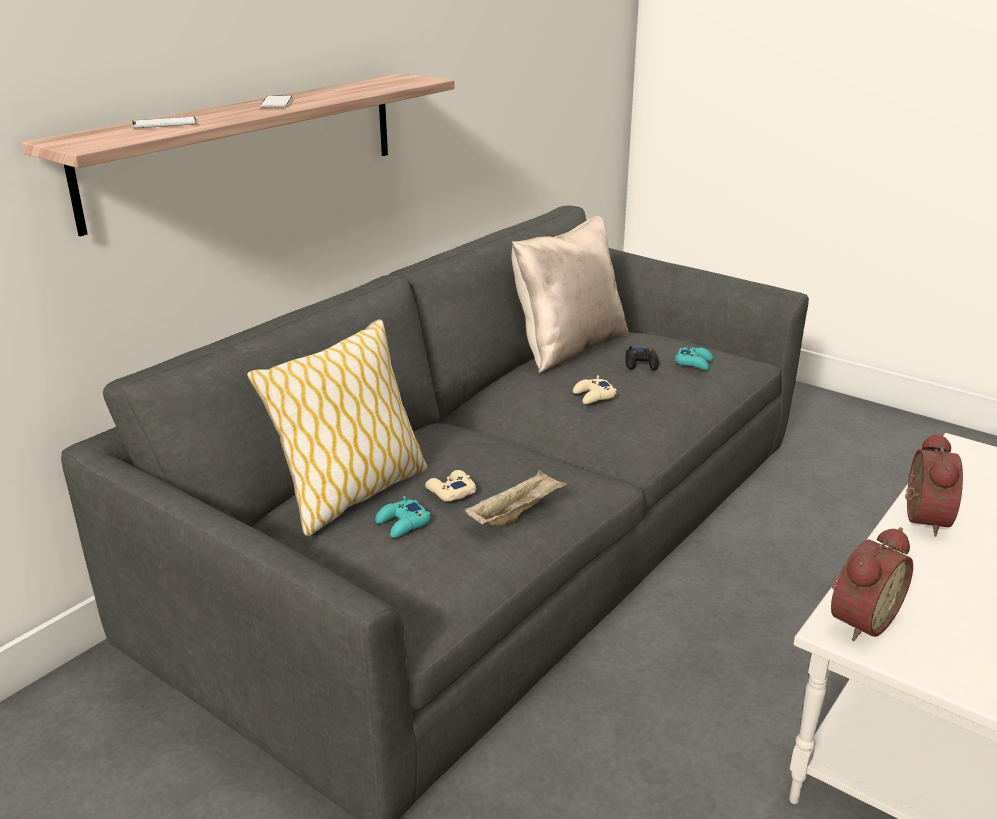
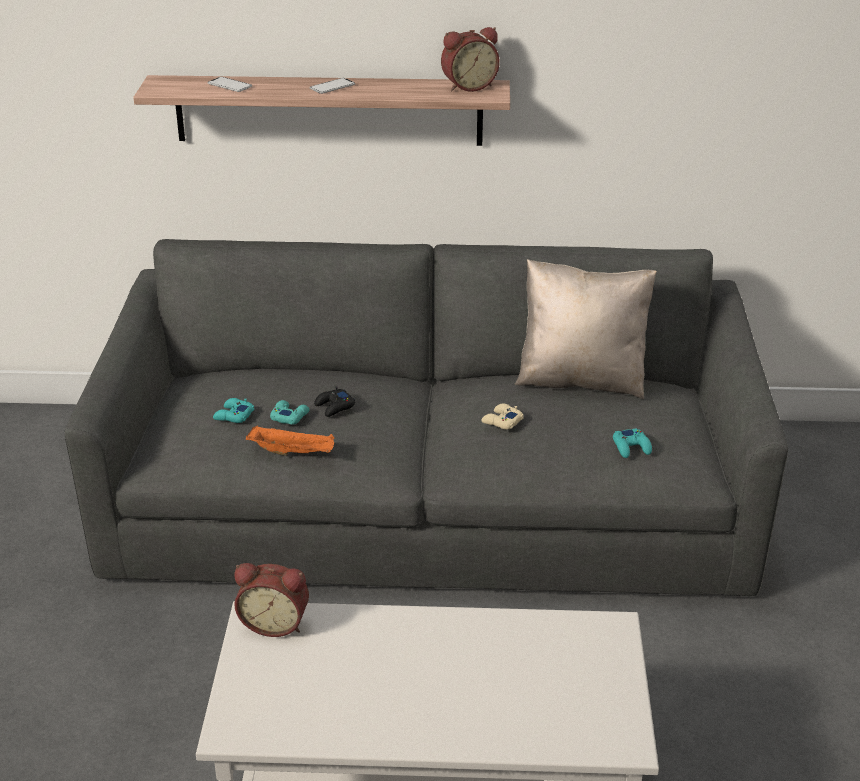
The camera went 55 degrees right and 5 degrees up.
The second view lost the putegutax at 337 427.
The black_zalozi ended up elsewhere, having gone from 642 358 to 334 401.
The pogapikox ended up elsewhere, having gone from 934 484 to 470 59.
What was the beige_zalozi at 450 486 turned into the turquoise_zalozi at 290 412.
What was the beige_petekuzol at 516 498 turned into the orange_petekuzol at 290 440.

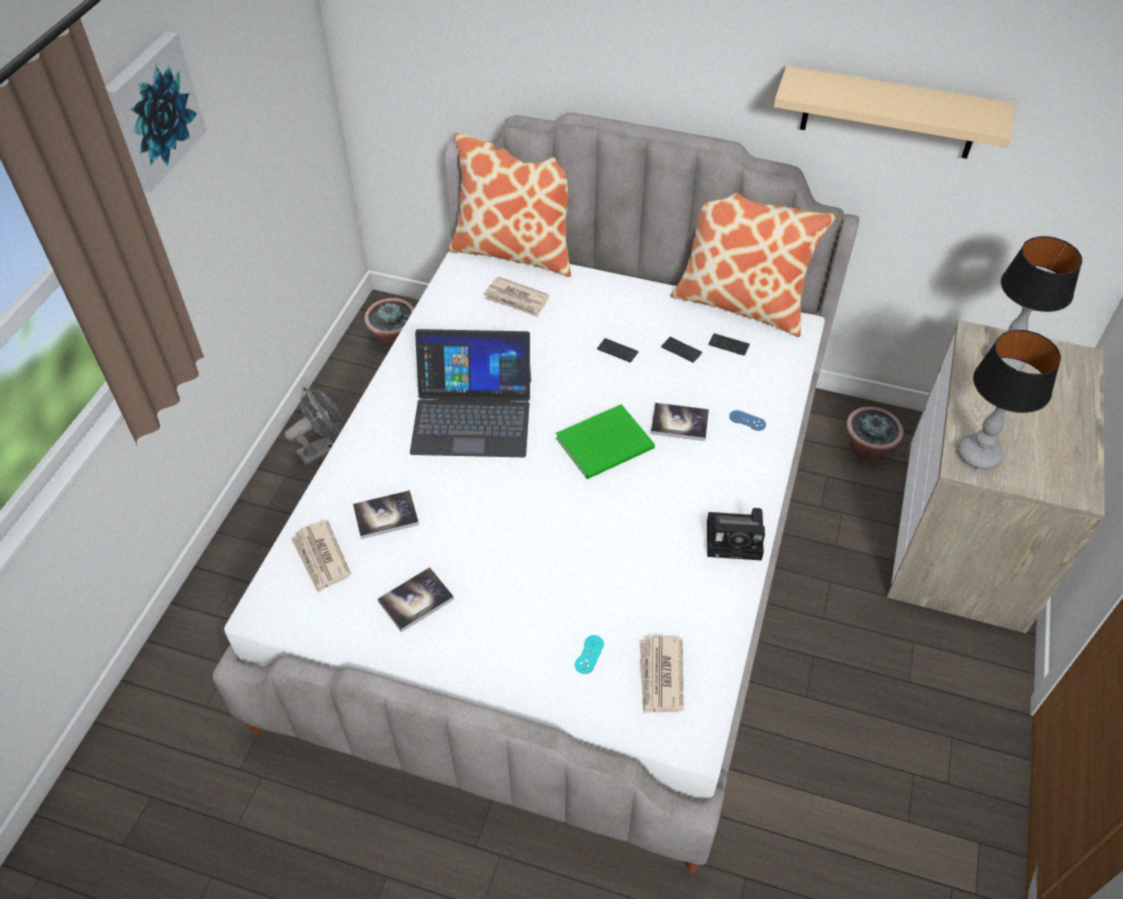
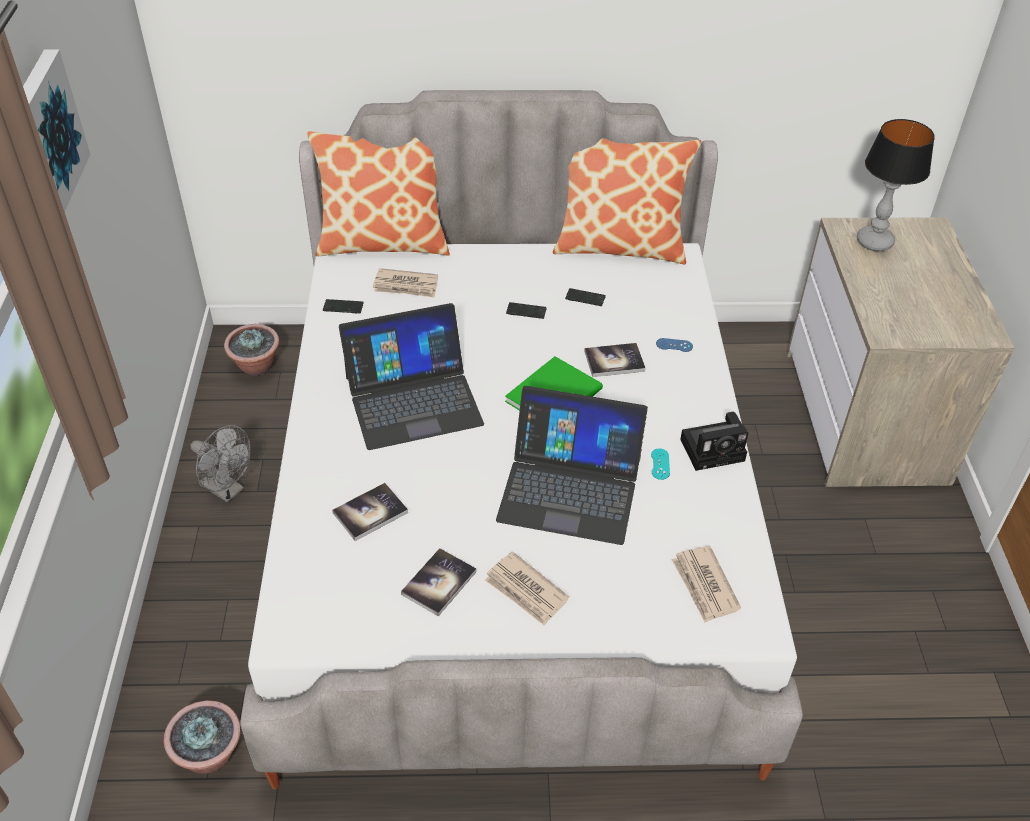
The camera went 20 degrees left and 5 degrees down.
The second view lost the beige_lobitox at 894 112.
The second view lost the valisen at 1009 400.
The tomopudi ended up elsewhere, having gone from 729 344 to 343 306.
The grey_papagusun at 314 427 ended up facing another way, 90 degrees clockwise from before.
The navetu ended up elsewhere, having gone from 875 433 to 202 737.
The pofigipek ended up elsewhere, having gone from 321 556 to 527 588.
The turquoise_zalozi ended up elsewhere, having gone from 589 654 to 660 464.
The second view gained the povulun at 572 465.

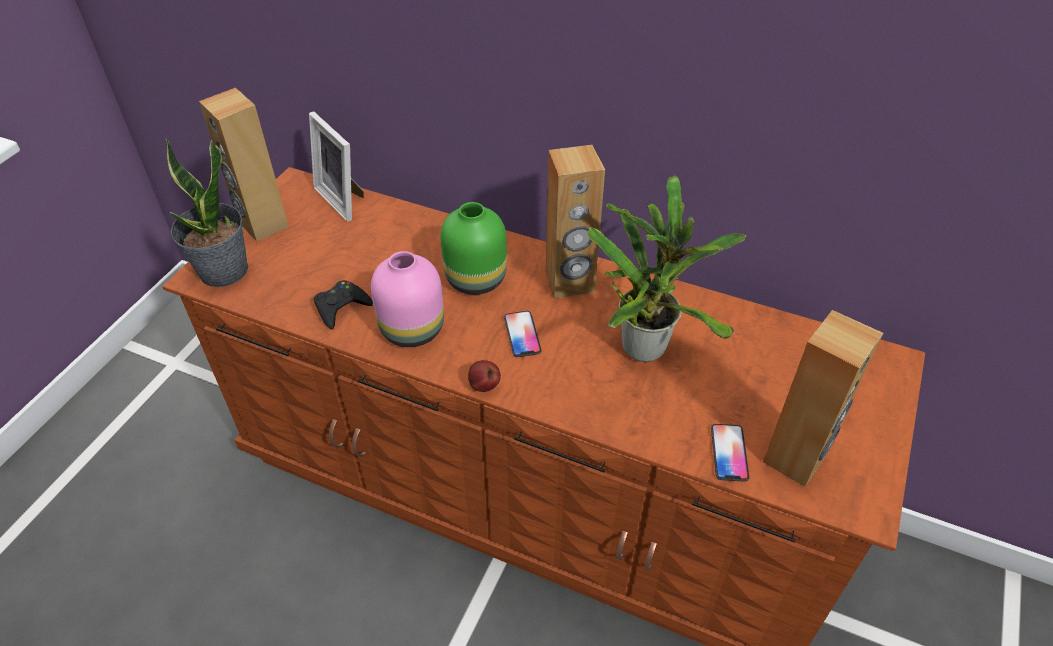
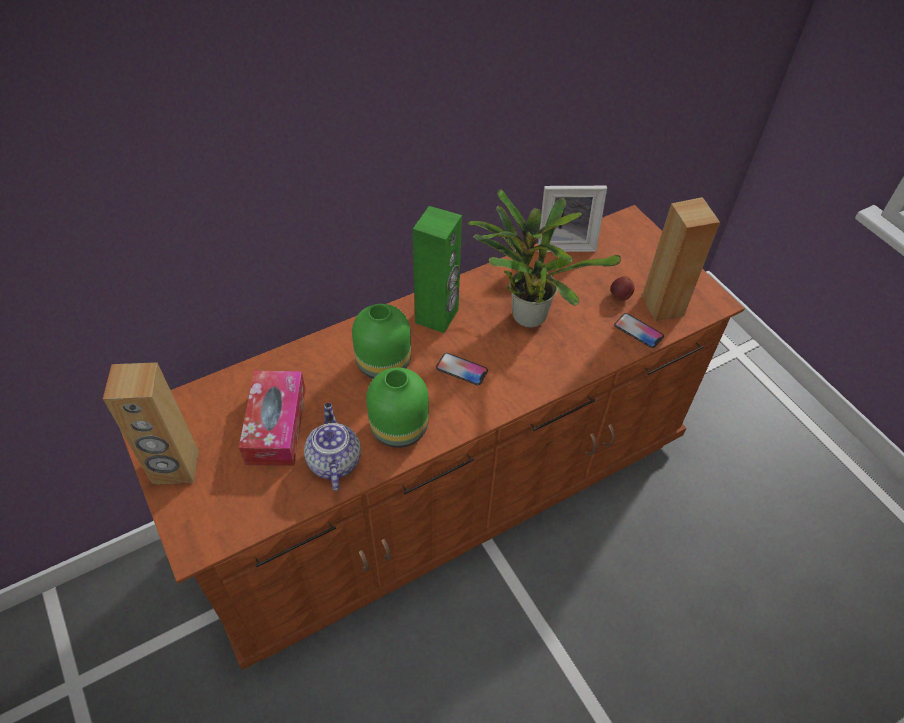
The camera went 55 degrees left and 5 degrees up.
The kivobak ended up elsewhere, having gone from 336 167 to 572 219.
The second view lost the navetu at 206 212.
What was the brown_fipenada at 575 222 turned into the green_fipenada at 437 269.
What was the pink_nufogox at 407 299 turned into the green_nufogox at 397 407.
Where the black_zalozi stood at 343 304, the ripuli came to stand at 332 447.
The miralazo ended up elsewhere, having gone from 484 376 to 622 288.
The second view gained the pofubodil at 272 418.

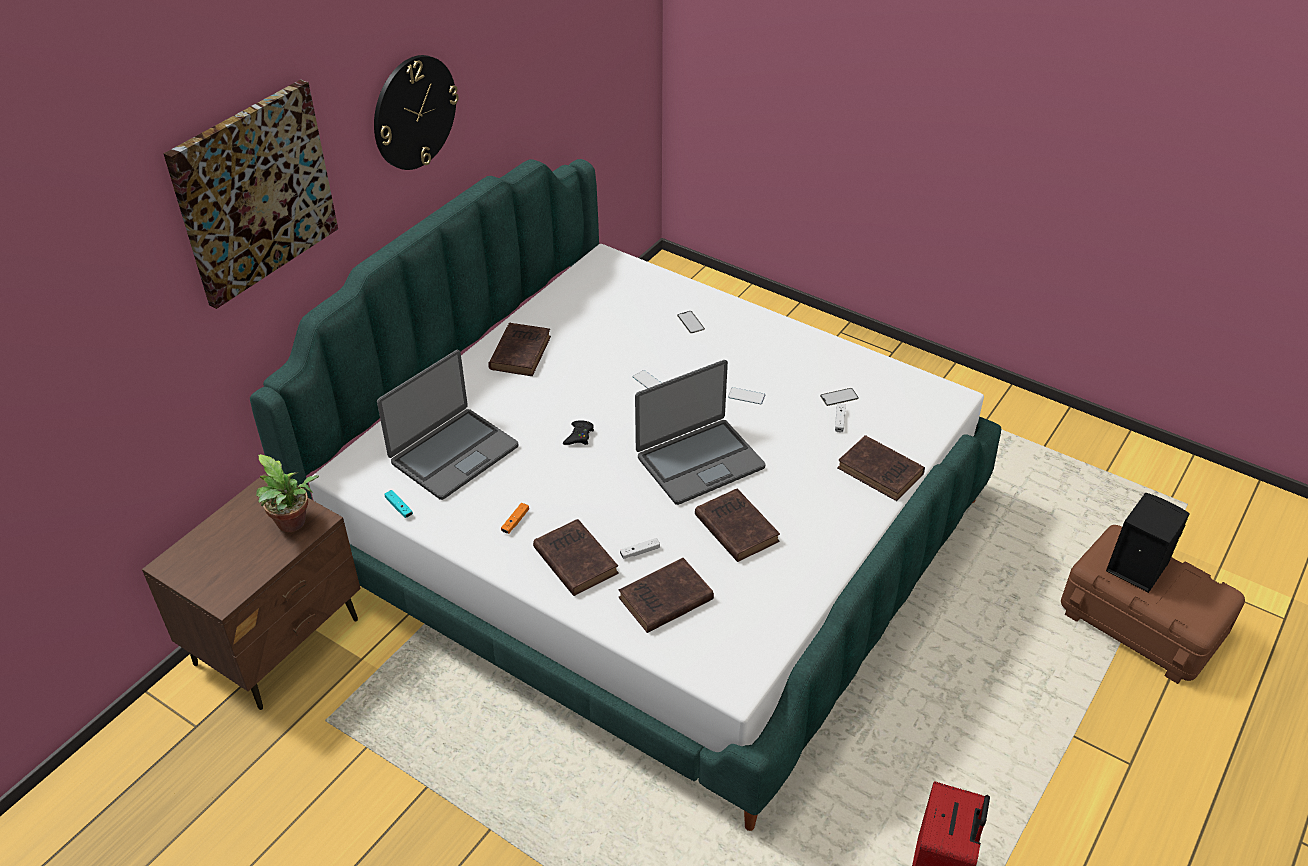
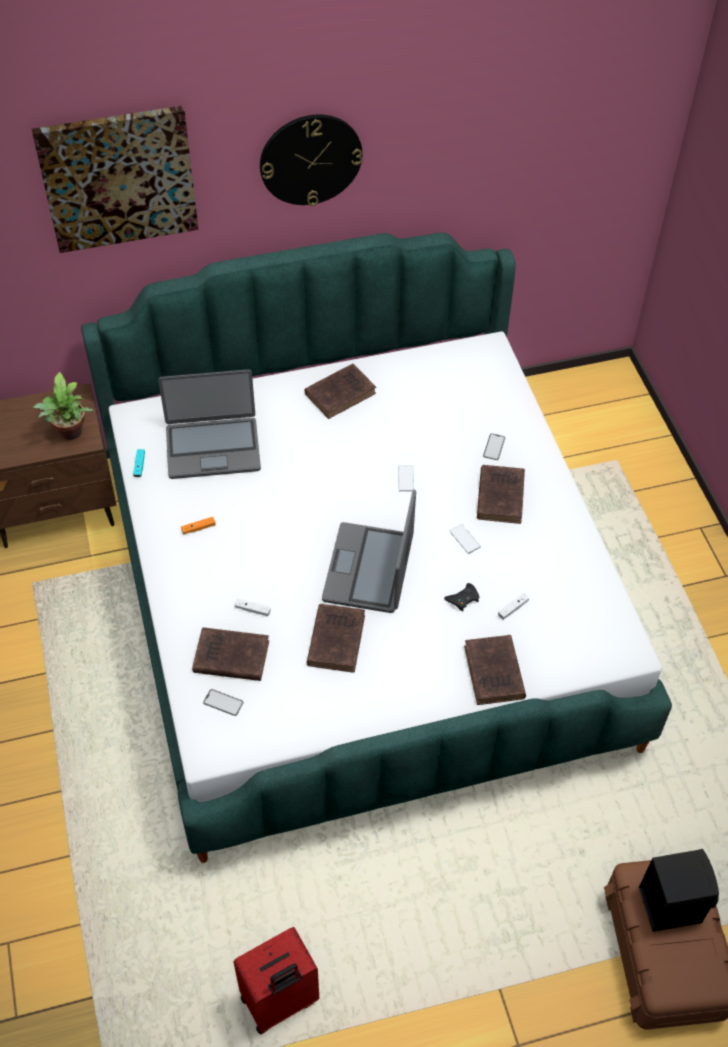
The camera went 40 degrees right and 10 degrees up.
The povulun at 700 432 ended up facing another way, 90 degrees clockwise from before.
The tomopudi ended up elsewhere, having gone from 839 397 to 223 702.
The black_zalozi ended up elsewhere, having gone from 578 432 to 462 597.
The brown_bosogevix ended up elsewhere, having gone from 576 557 to 501 494.

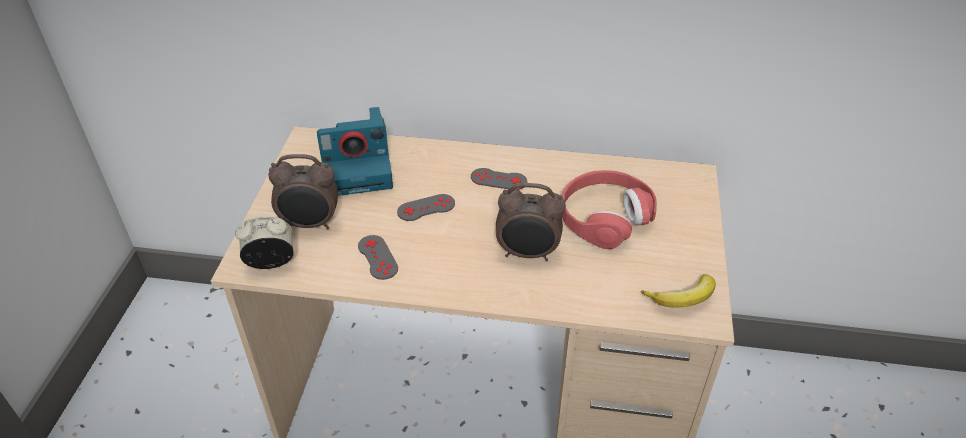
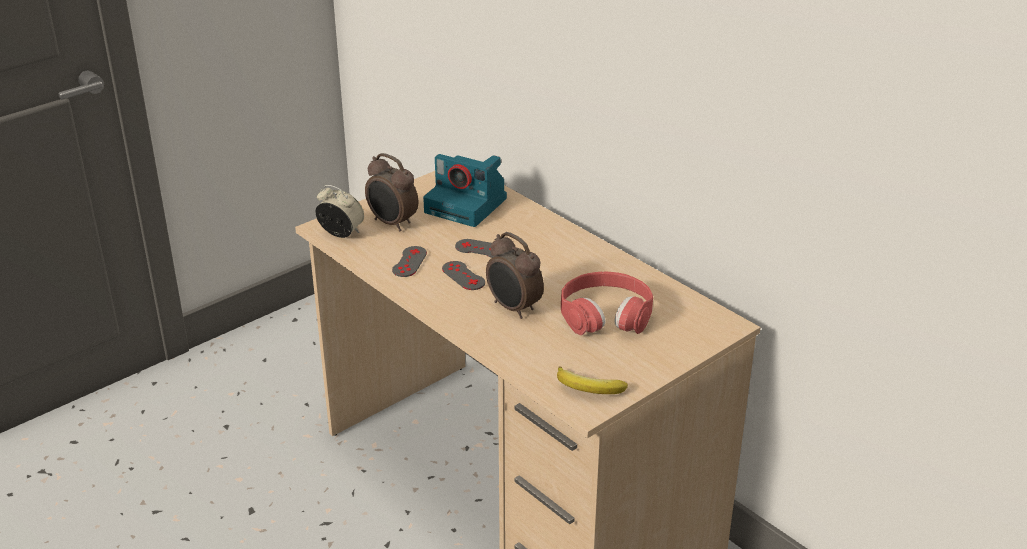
The camera went 40 degrees right and 10 degrees down.
The grey_zalozi ended up elsewhere, having gone from 499 179 to 463 275.

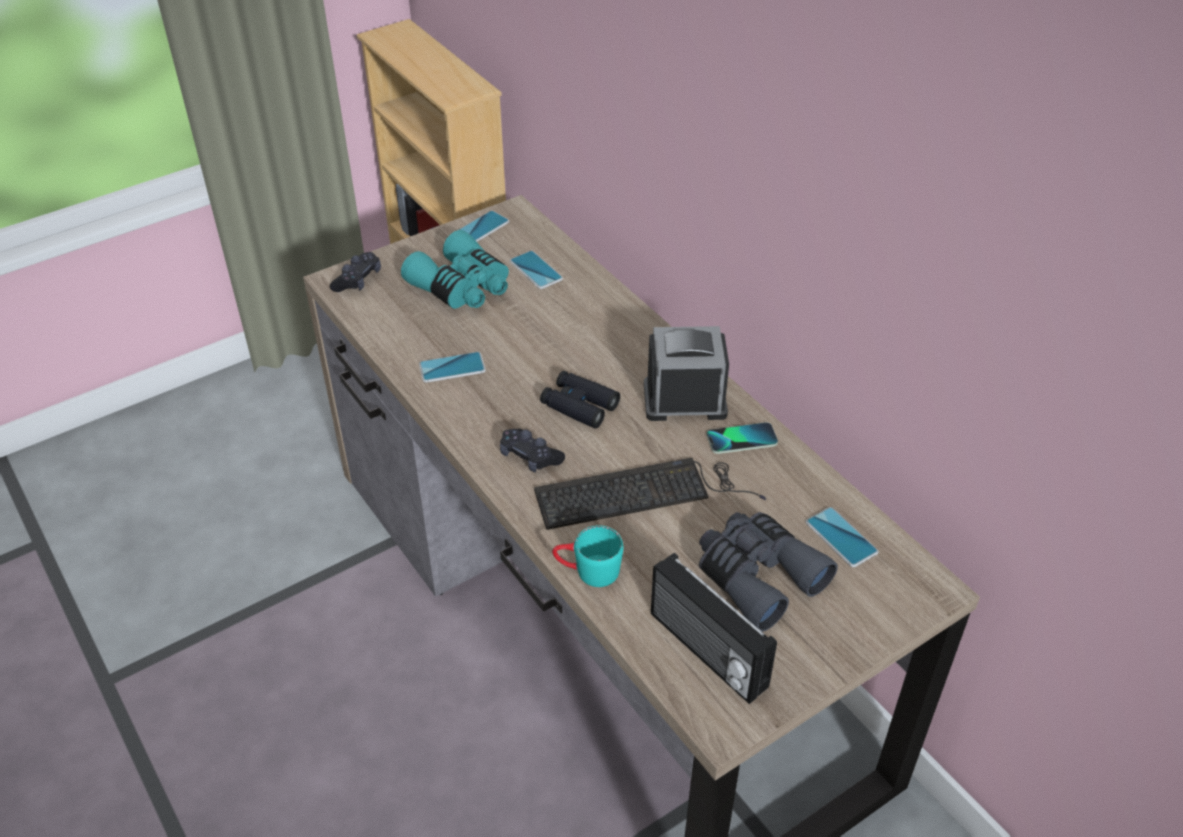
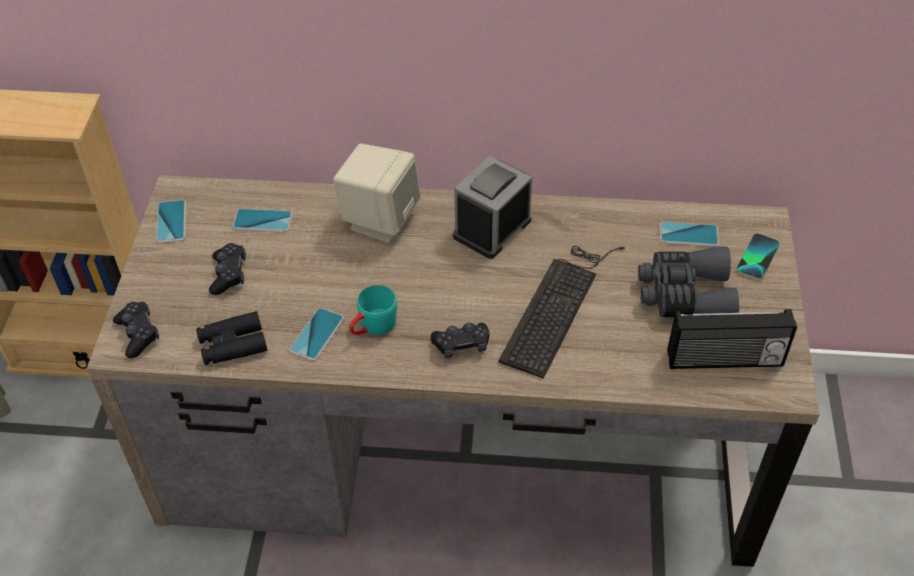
The camera went 50 degrees left and 5 degrees up.
Where the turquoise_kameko stood at 455 269, the black_zalozi came to stand at 227 269.
The black_kameko ended up elsewhere, having gone from 580 400 to 231 338.
The tomopudi ended up elsewhere, having gone from 742 438 to 758 257.
The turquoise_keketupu ended up elsewhere, having gone from 587 556 to 373 310.
The second view gained the beige_fipenada at 377 193.

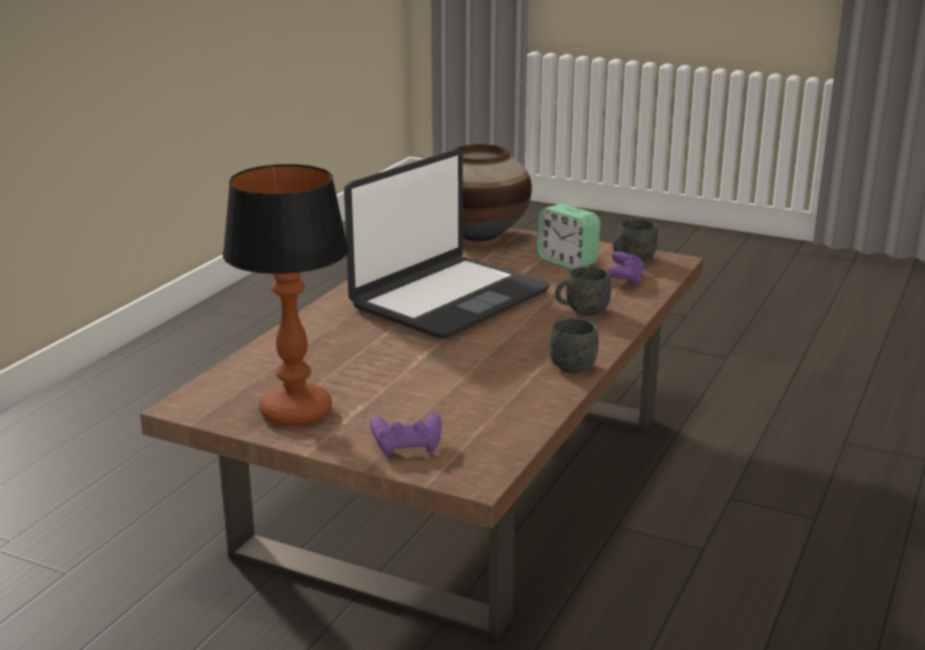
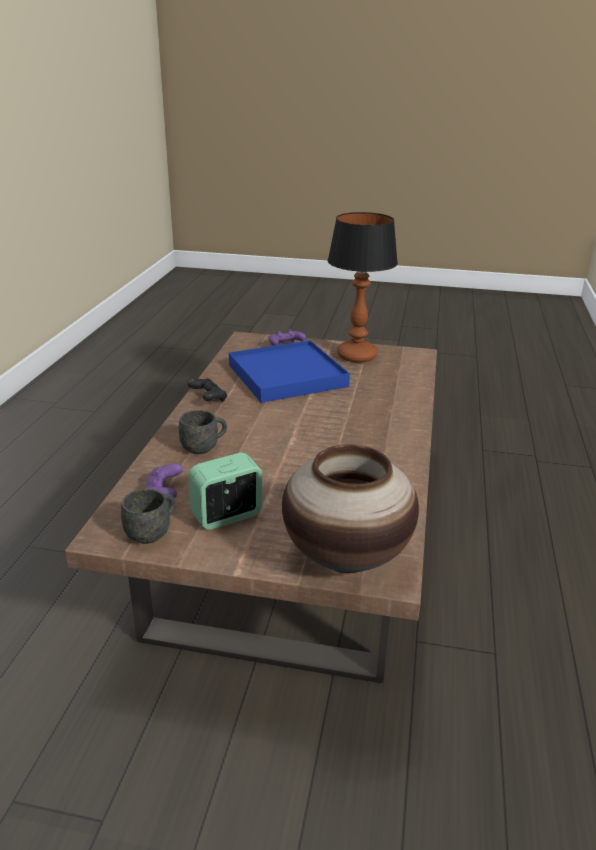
The camera went 165 degrees right and 5 degrees up.
The second view lost the povulun at 447 244.
The pogapikox at 568 236 ended up facing another way, 60 degrees counterclockwise from before.
Where the grey_keketupu stood at 574 345, the black_zalozi came to stand at 207 390.
The second view gained the blue_petekuzol at 289 371.

